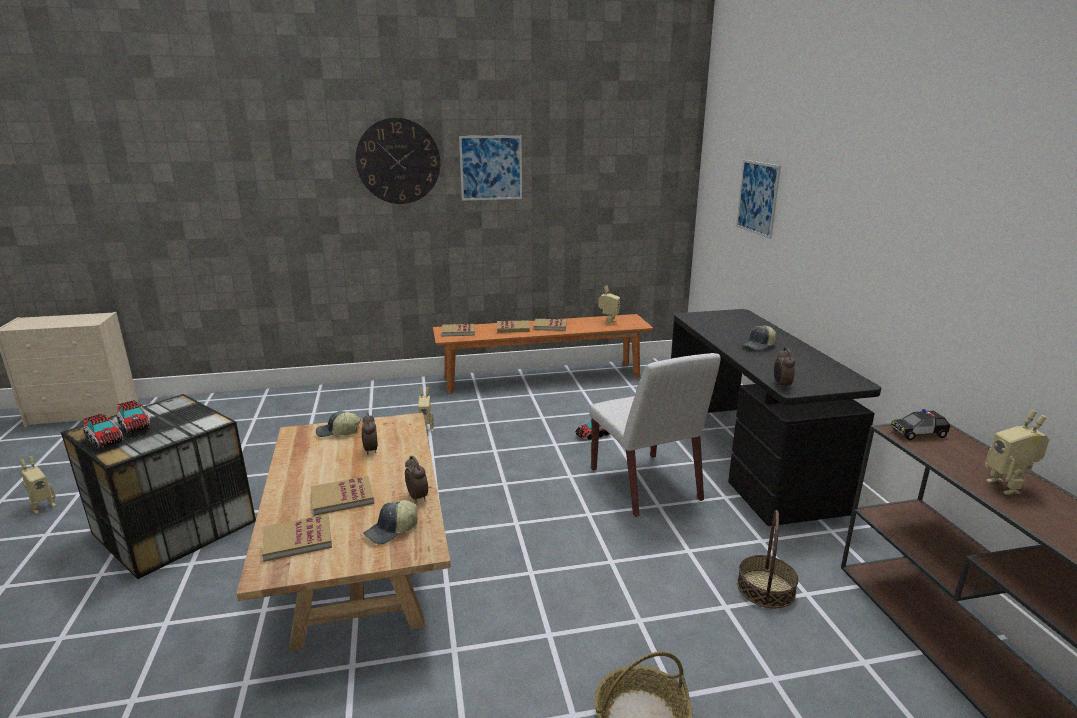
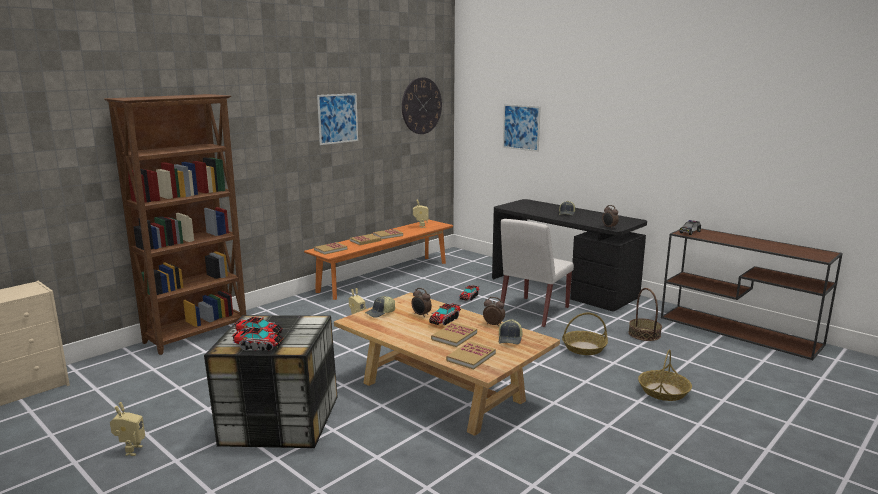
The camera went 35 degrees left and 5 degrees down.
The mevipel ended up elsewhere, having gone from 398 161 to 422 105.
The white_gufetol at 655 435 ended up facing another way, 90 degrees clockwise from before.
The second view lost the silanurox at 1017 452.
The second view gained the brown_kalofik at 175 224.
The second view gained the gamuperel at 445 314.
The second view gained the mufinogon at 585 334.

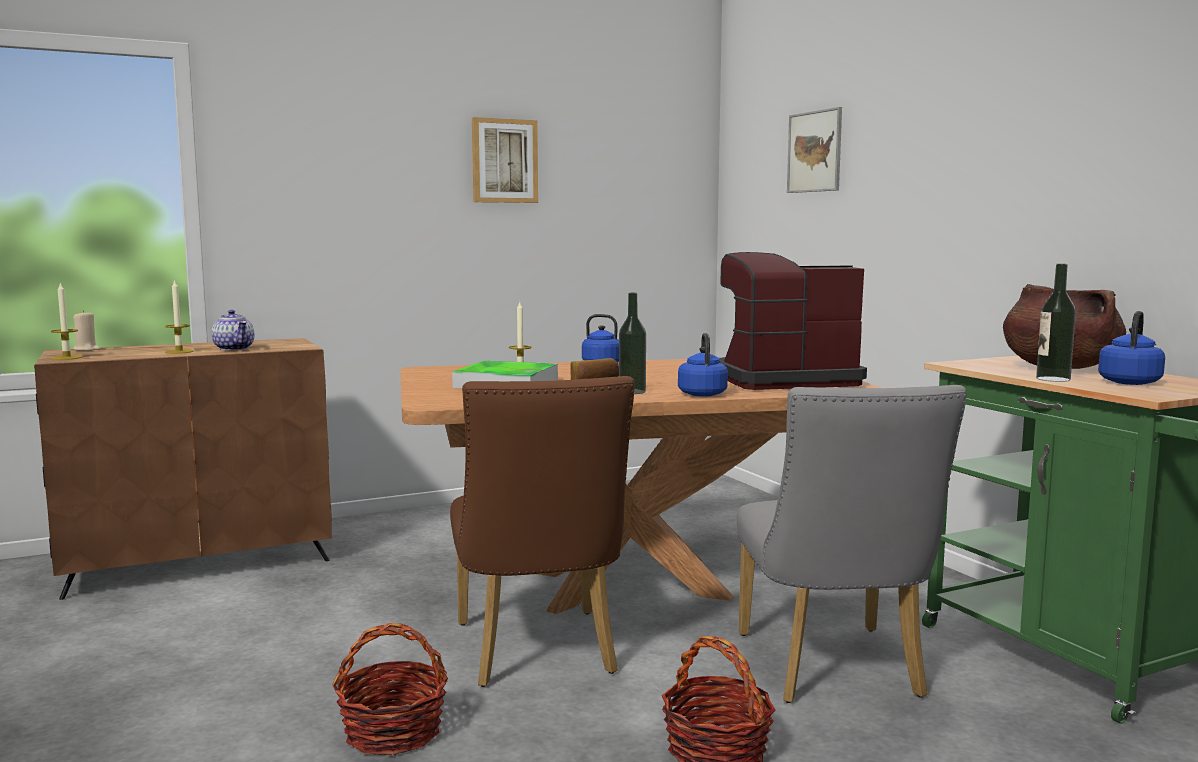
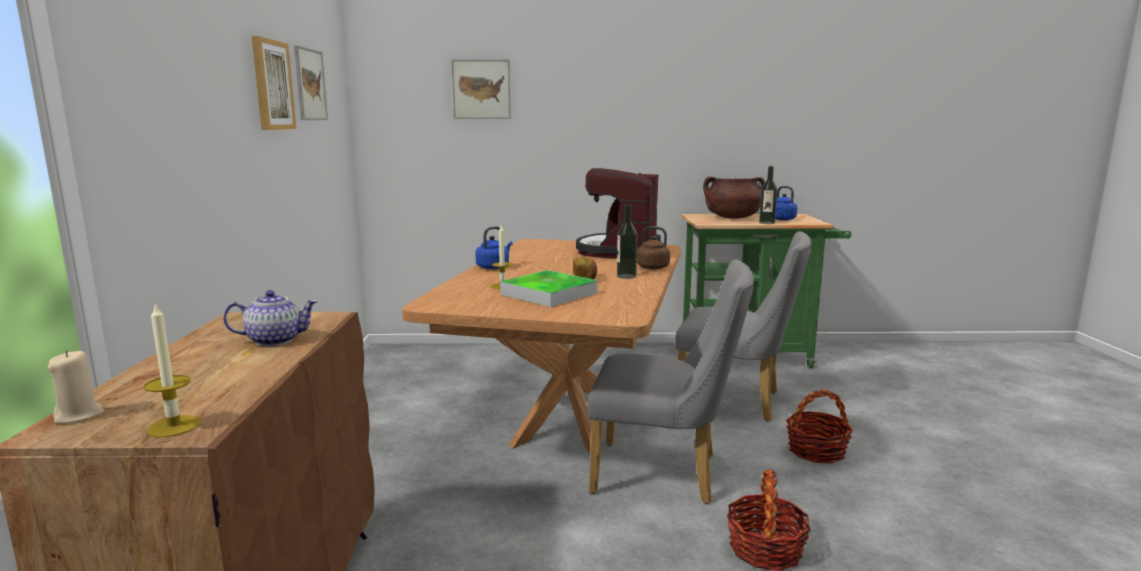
The camera went 65 degrees left and 5 degrees up.
The second view lost the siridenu at 179 316.
What was the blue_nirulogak at 703 365 turned into the brown_nirulogak at 653 247.
What was the brown_gufetol at 542 531 turned into the grey_gufetol at 670 382.
The second view gained the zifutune at 311 82.

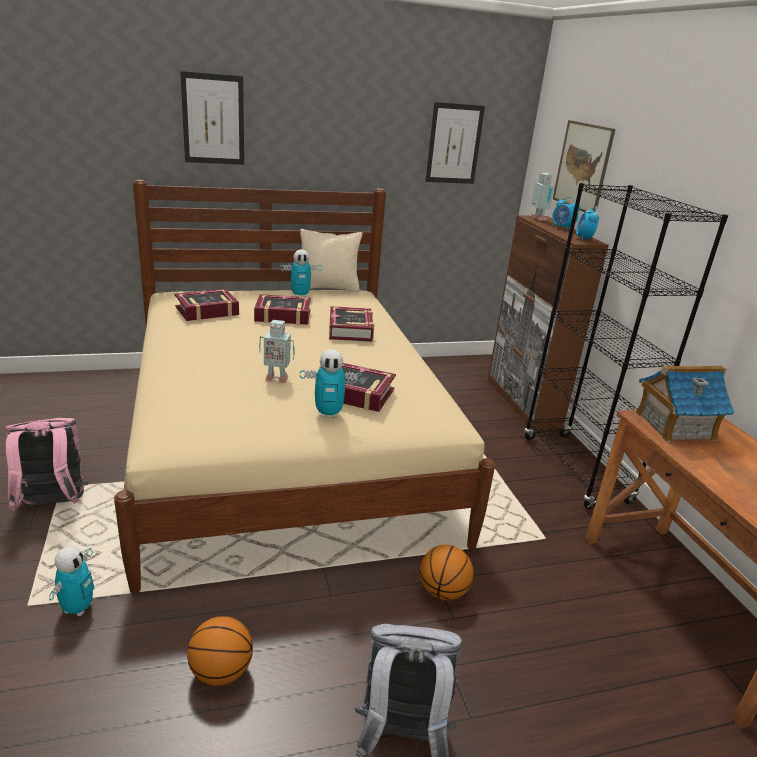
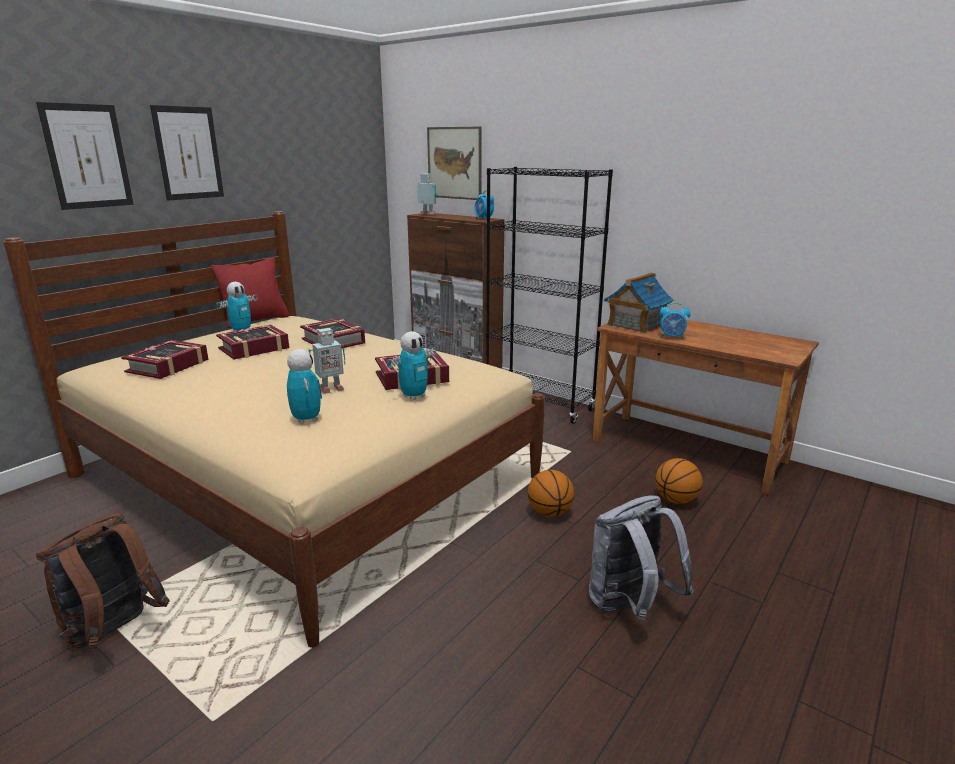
The camera went 35 degrees left and 5 degrees down.
The zifutune ended up elsewhere, having gone from 455 143 to 187 153.
The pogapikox ended up elsewhere, having gone from 566 213 to 675 320.
What was the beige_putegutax at 331 260 turned into the red_putegutax at 250 292.
What was the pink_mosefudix at 46 464 turned into the brown_mosefudix at 103 581.
The silanurox ended up elsewhere, having gone from 71 581 to 304 386.
The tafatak ended up elsewhere, having gone from 220 651 to 679 481.

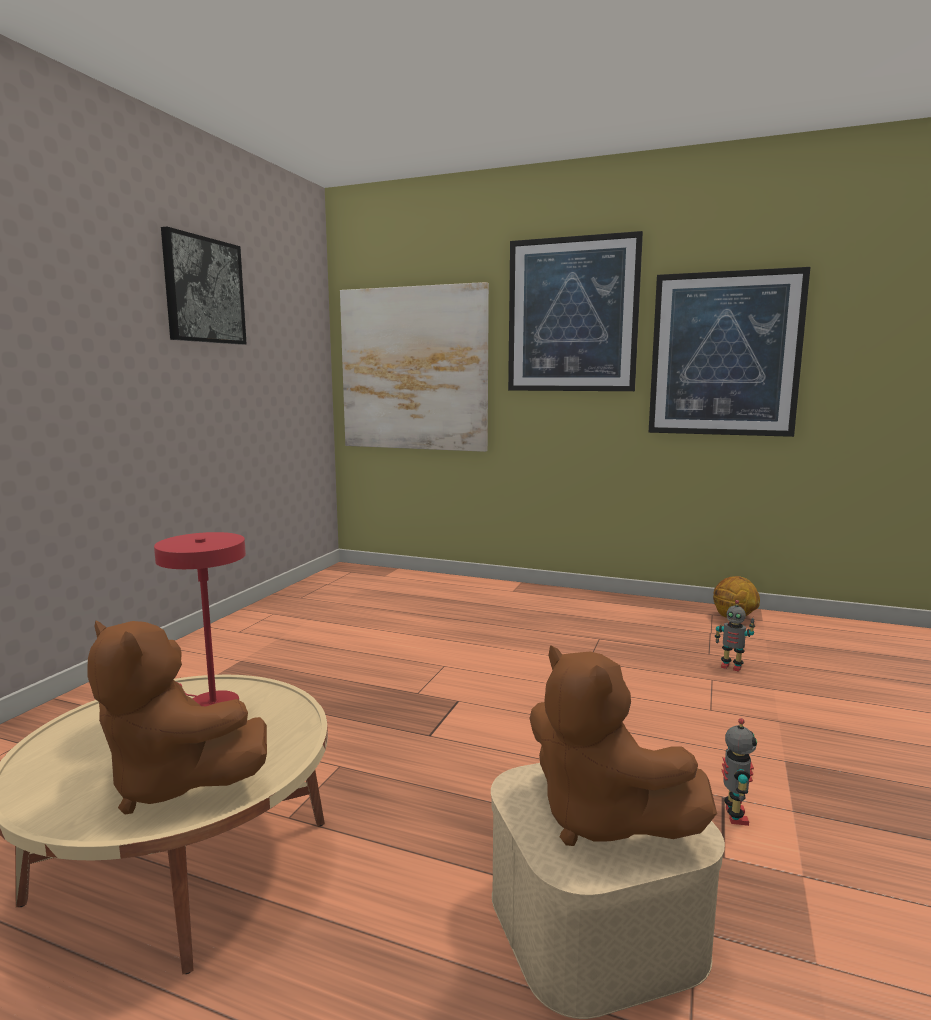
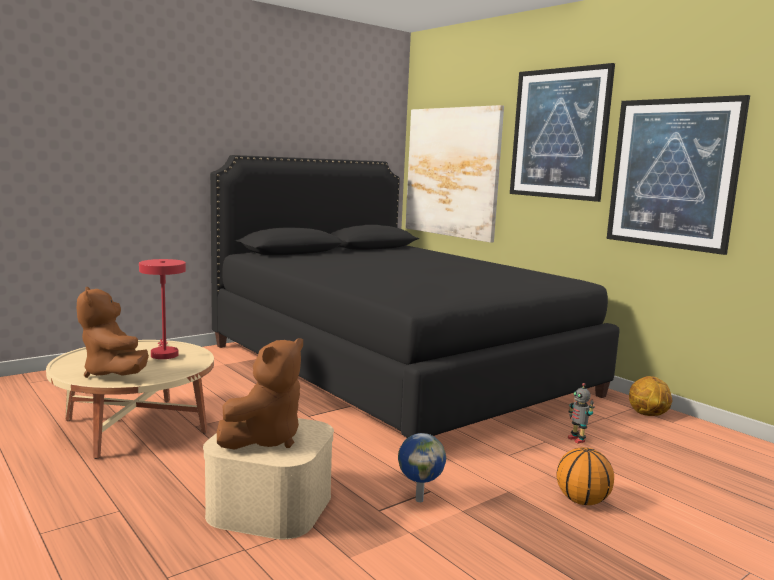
The camera went 30 degrees right and 0 degrees up.
The second view lost the zifutune at 204 286.
The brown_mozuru at 623 745 ended up facing another way, 135 degrees counterclockwise from before.
Where the silanurox stood at 739 772, the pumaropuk came to stand at 422 467.
The second view gained the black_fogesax at 415 297.
The second view gained the tafatak at 585 476.

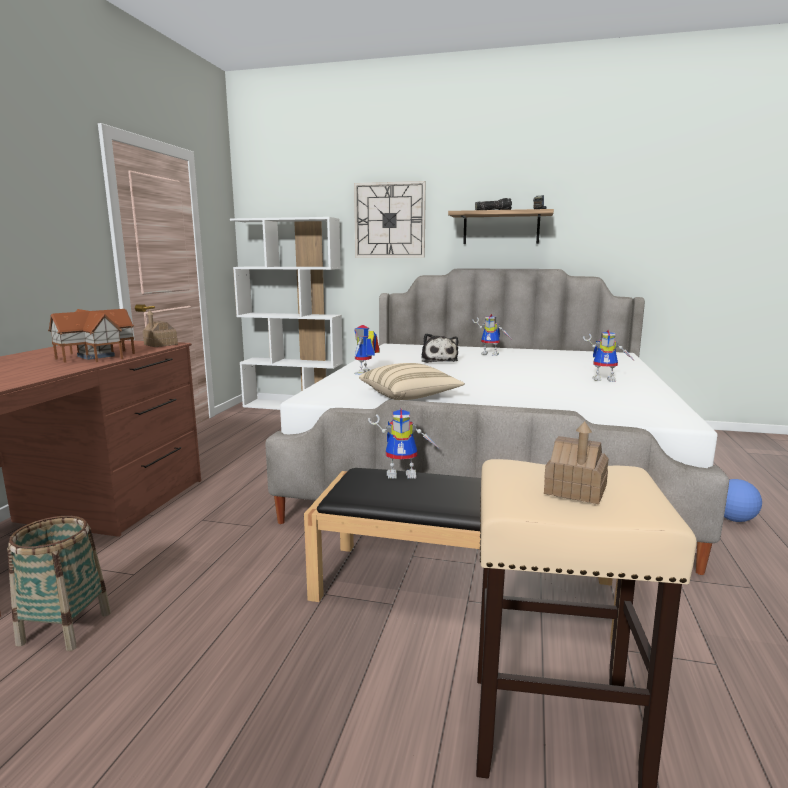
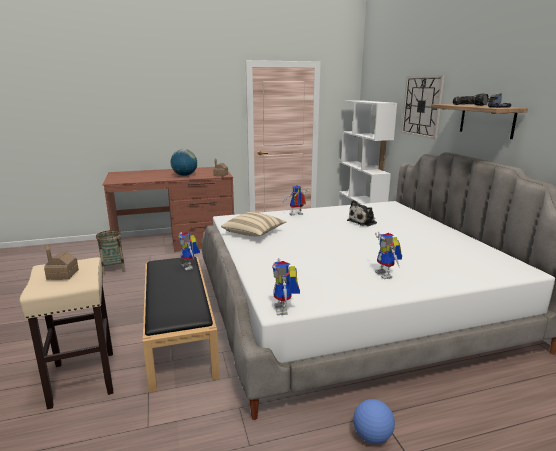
The camera went 60 degrees right and 5 degrees up.
Where the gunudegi stood at 91 336, the pumaropuk came to stand at 183 162.
The silanurox ended up elsewhere, having gone from 491 335 to 286 286.

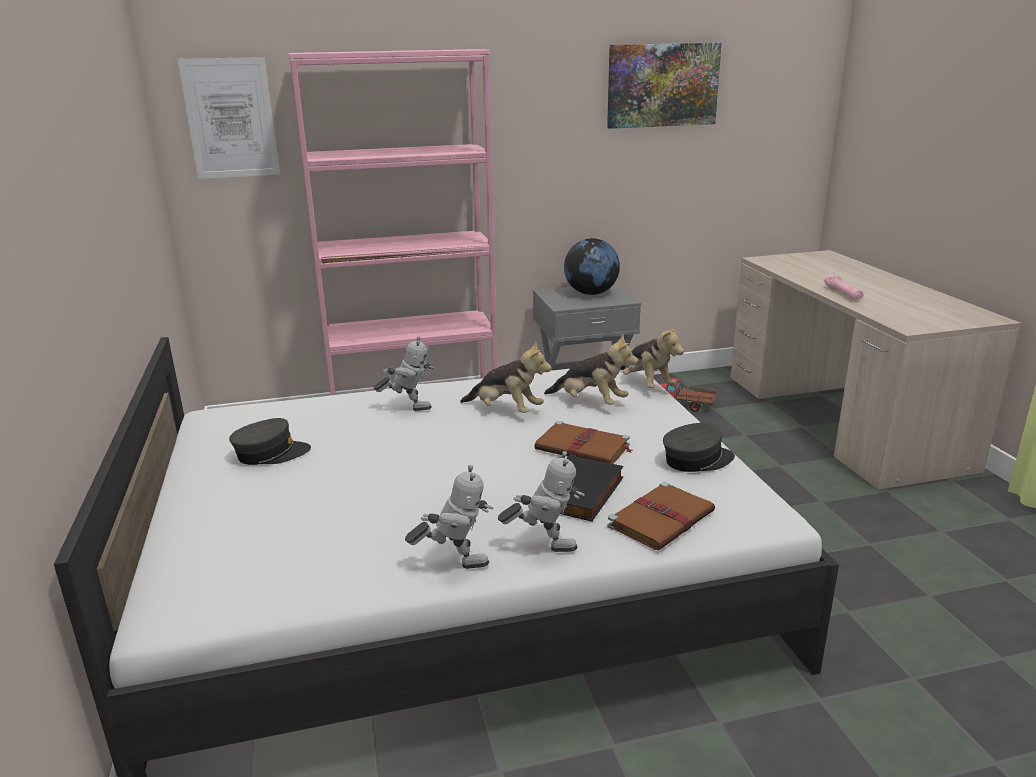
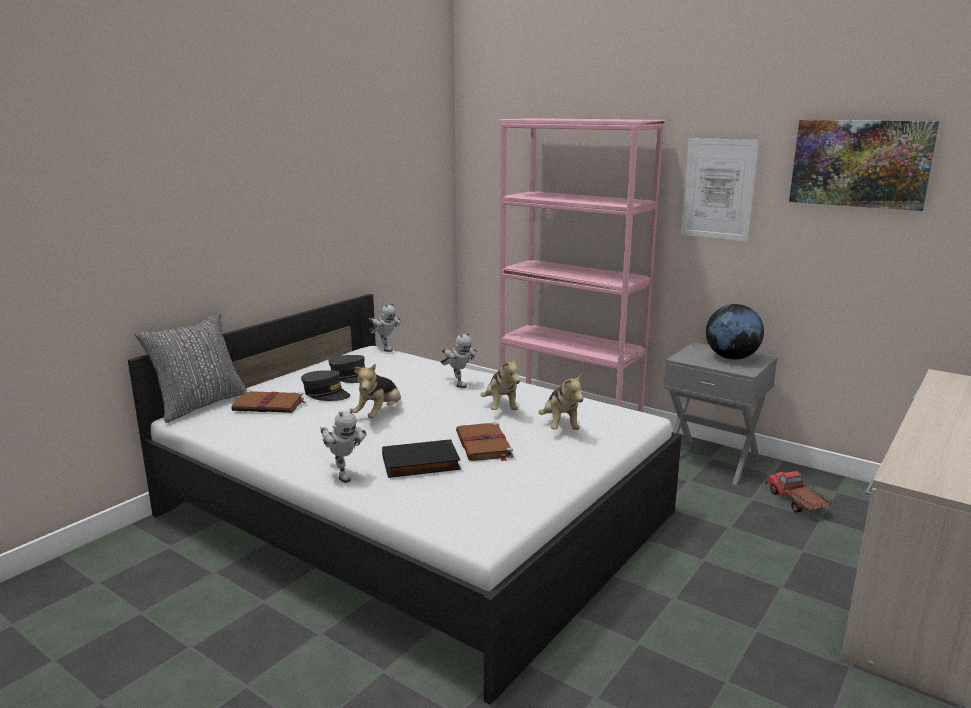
The camera went 50 degrees right and 5 degrees down.
The zifutune ended up elsewhere, having gone from 229 118 to 720 189.
The second view lost the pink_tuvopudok at 843 288.
The mozuru ended up elsewhere, having gone from 652 356 to 377 390.
The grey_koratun ended up elsewhere, having gone from 699 447 to 325 385.
The silanurox ended up elsewhere, having gone from 449 517 to 384 327.
The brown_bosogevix ended up elsewhere, having gone from 661 516 to 268 401.
The second view gained the grey_putegutax at 191 367.

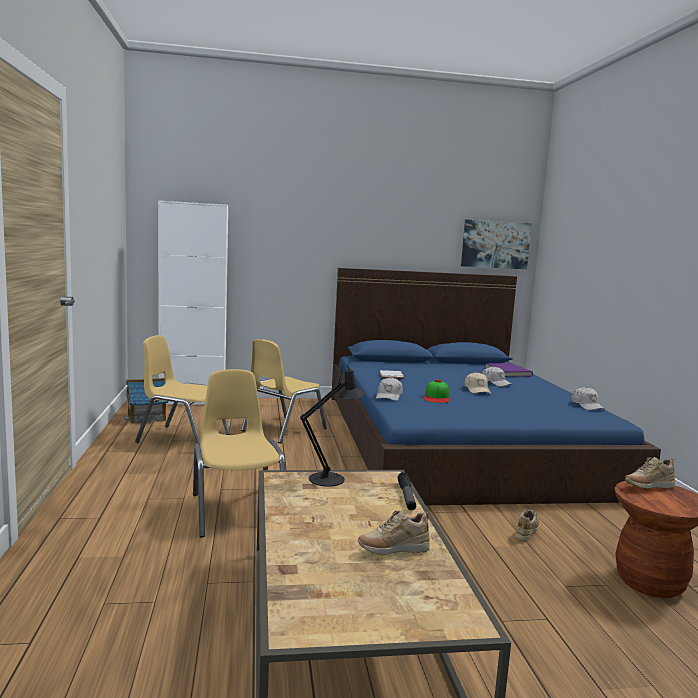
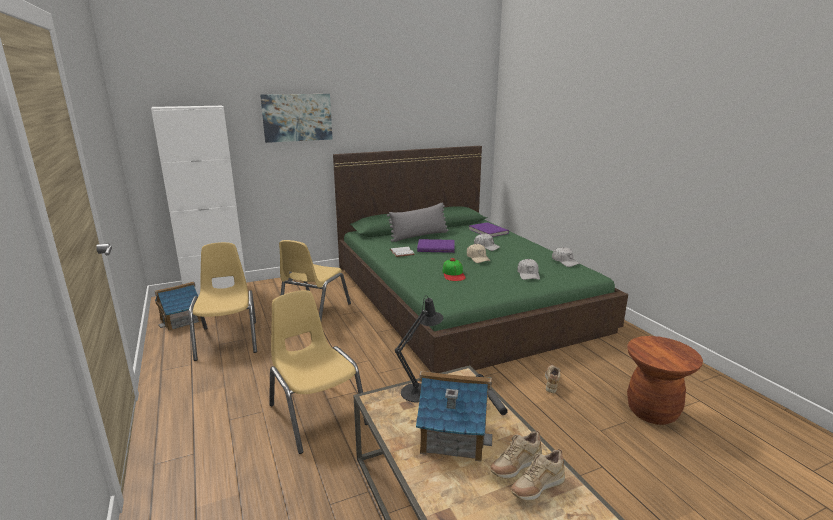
The camera went 15 degrees left and 10 degrees up.
The zifutune ended up elsewhere, having gone from 496 244 to 296 118.
What was the blue_fogesax at 496 386 turned into the green_fogesax at 480 259.
The yellow_gufetol at 182 389 ended up facing another way, 75 degrees clockwise from before.
The white_koratun ended up elsewhere, having gone from 389 389 to 528 269.
The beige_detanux ended up elsewhere, having gone from 650 473 to 538 475.
The second view gained the grey_putegutax at 417 222.
The second view gained the purple_bosogevix at 436 246.
The second view gained the gunudegi at 454 416.

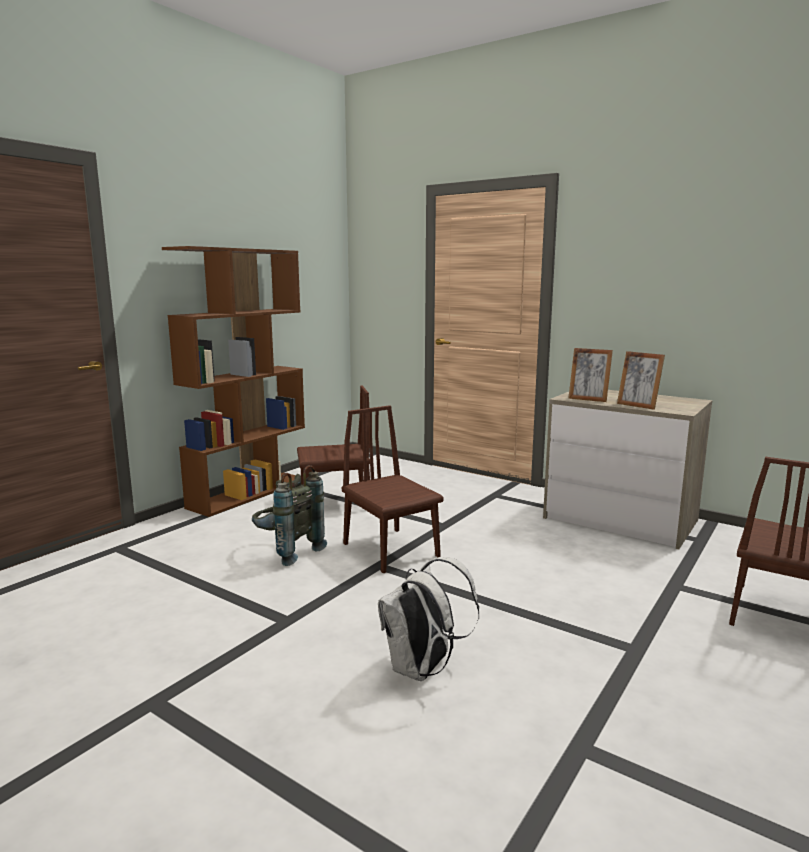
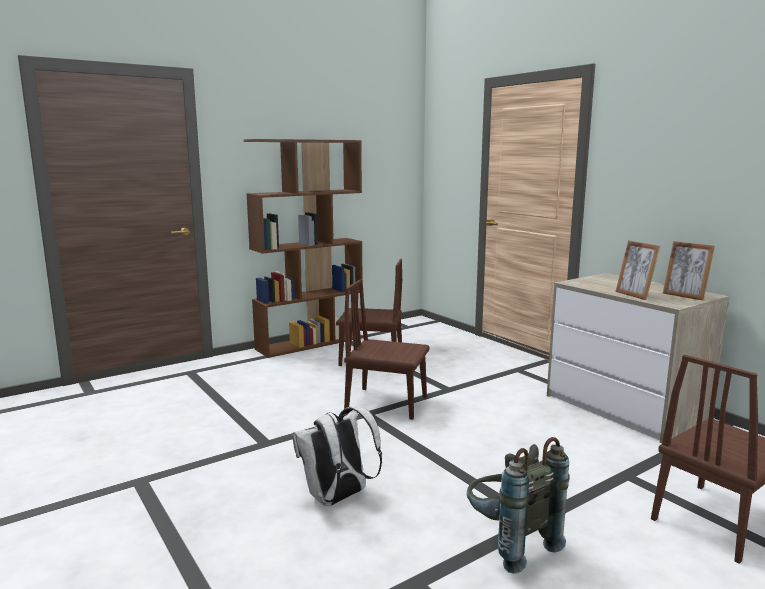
The camera went 20 degrees right and 0 degrees up.
The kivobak ended up elsewhere, having gone from 590 375 to 689 271.
The brown_gufetol at 392 489 ended up facing another way, 60 degrees counterclockwise from before.
The grey_mosefudix ended up elsewhere, having gone from 289 515 to 518 505.

